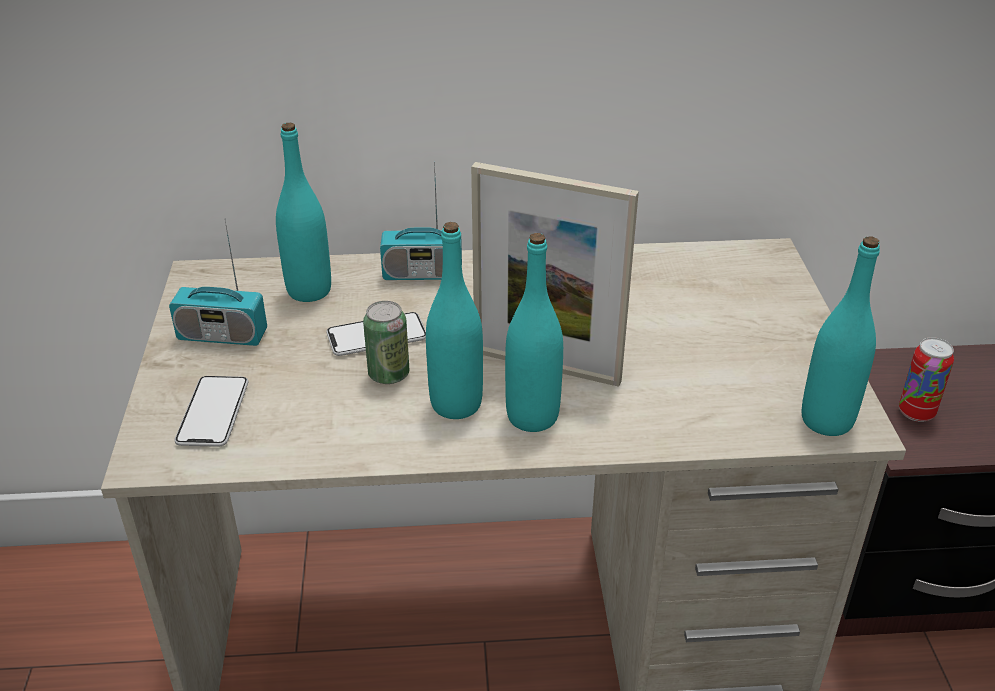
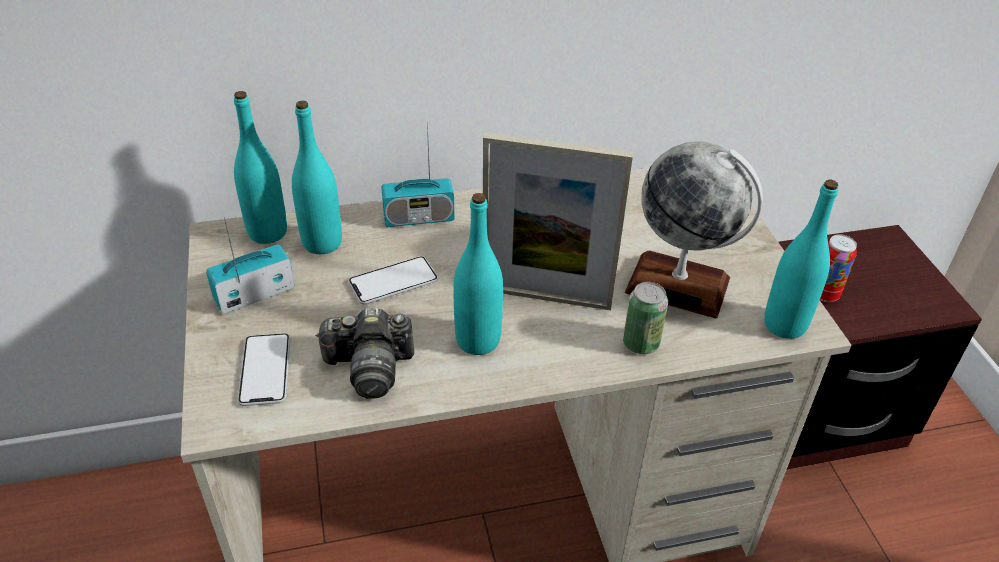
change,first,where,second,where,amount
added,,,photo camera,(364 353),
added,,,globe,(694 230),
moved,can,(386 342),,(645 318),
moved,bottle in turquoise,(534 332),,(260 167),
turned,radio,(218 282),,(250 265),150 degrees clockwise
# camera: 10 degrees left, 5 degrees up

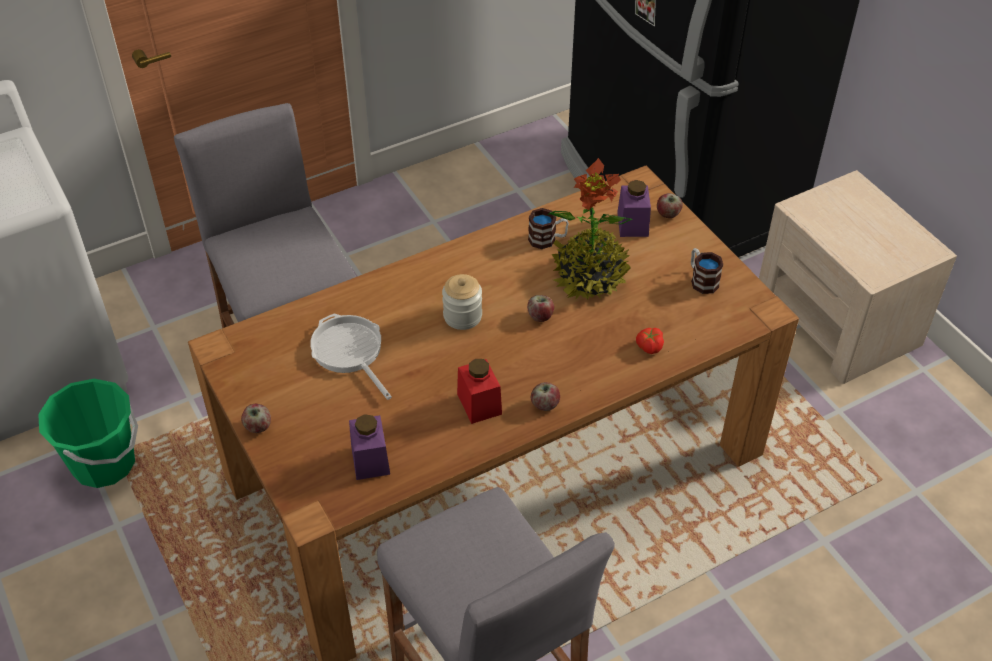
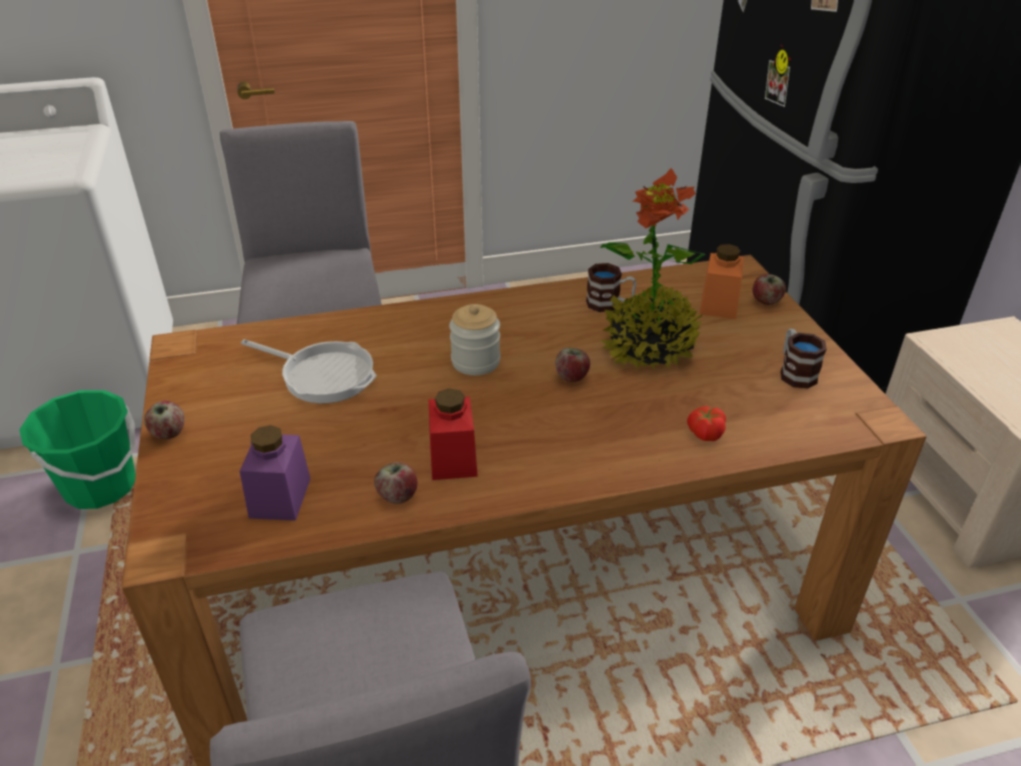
change,first,where,second,where,amount
moved,apple,(545 396),,(395 483),
recoloured,jar in purple,(634 208),jar in orange,(722 281),
turned,frying pan,(351 357),,(309 371),135 degrees clockwise
# camera: 15 degrees right, 10 degrees down

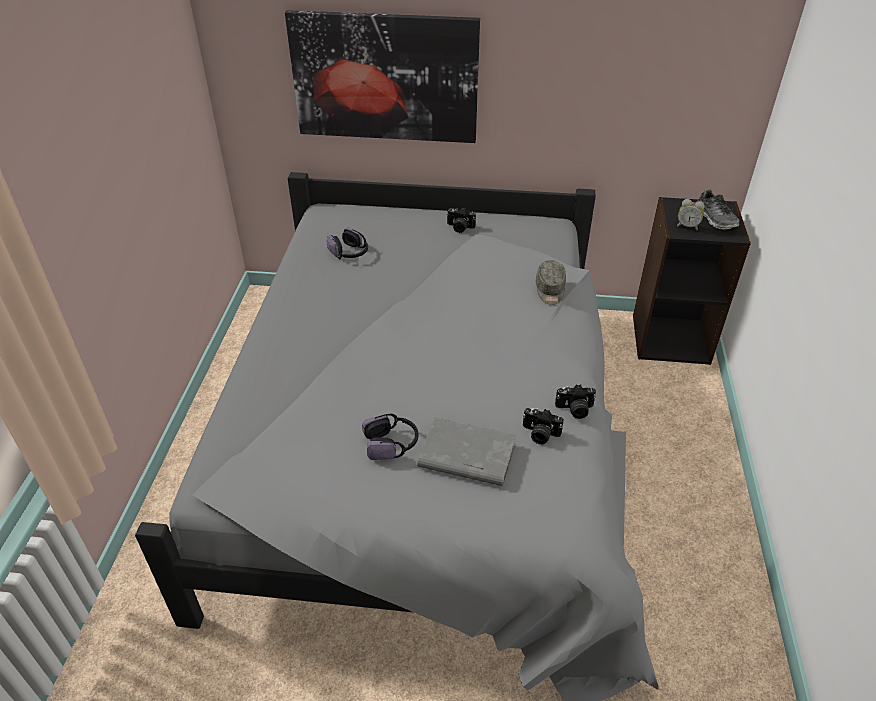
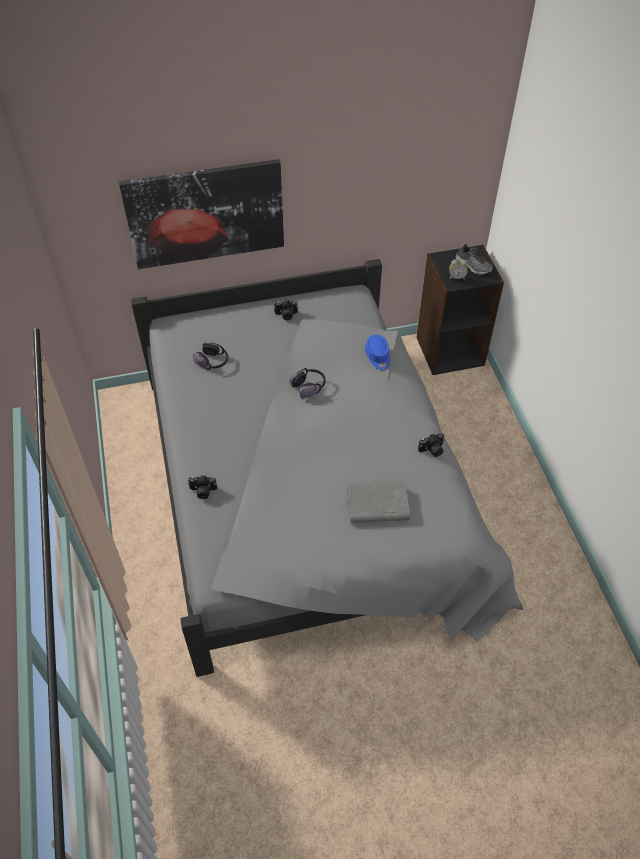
change,first,where,second,where,amount
moved,headphones,(390 436),,(308 383),
moved,photo camera,(543 426),,(202 487),
recoloured,cap in grey,(551 282),cap in blue,(377 352),
# camera: 20 degrees left, 10 degrees up

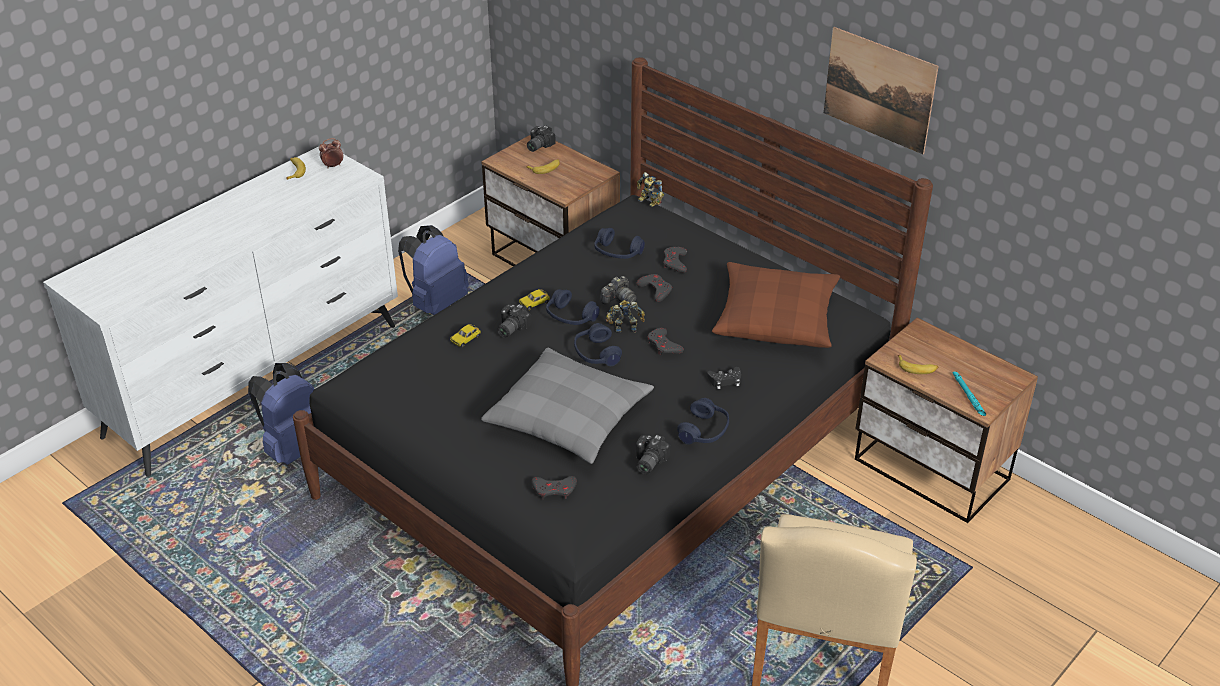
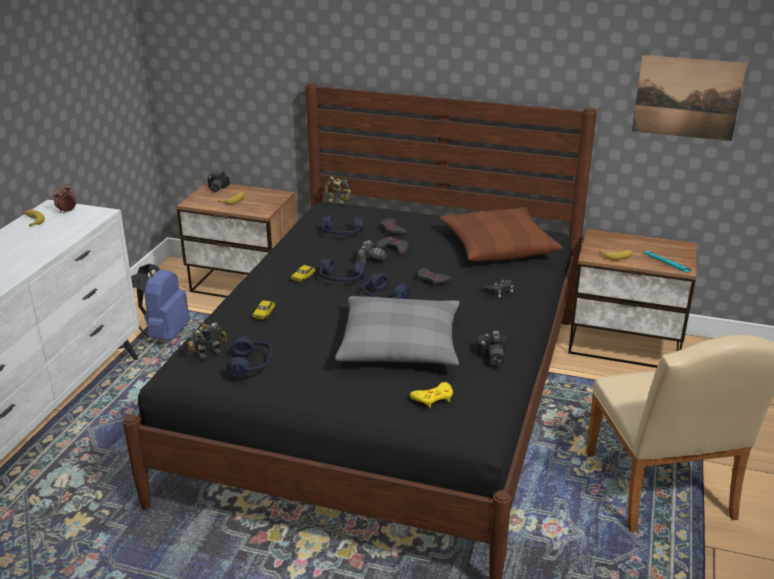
change,first,where,second,where,amount
removed,backpack in blue,(281 414),,,
removed,photo camera,(514 321),,,
moved,toy robot,(625 316),,(207 341),
moved,headphones in blue,(703 421),,(249 357),
moved,picture,(881 90),,(689 98),
recoloured,game controller in grey,(554 488),game controller in yellow,(431 395),
# camera: 25 degrees left, 10 degrees down

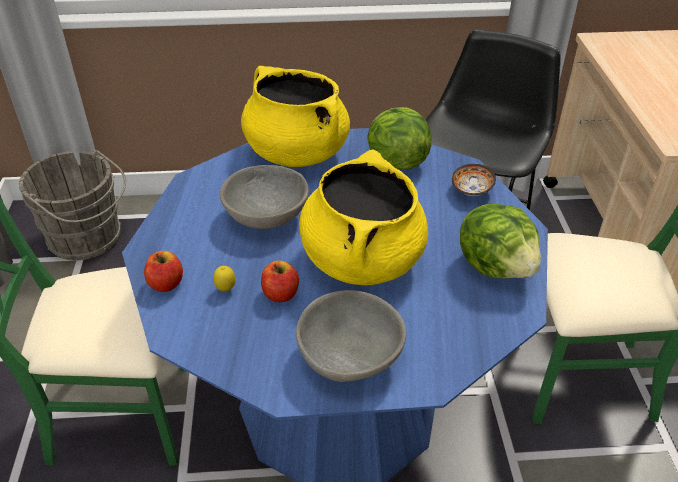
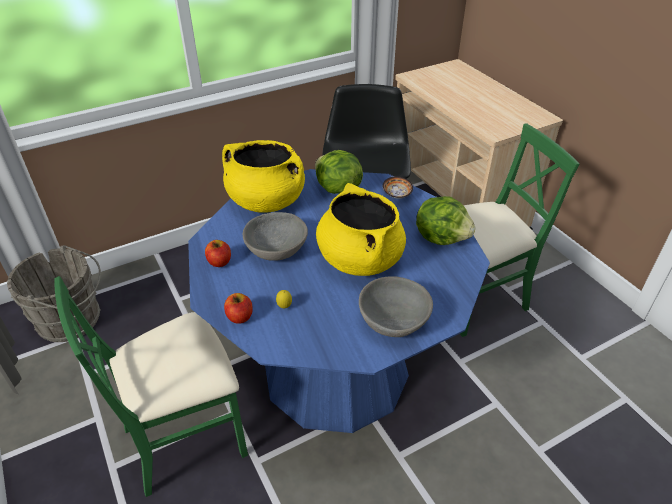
change,first,where,second,where,amount
moved,apple,(280 281),,(218 253),
# camera: 25 degrees left, 0 degrees up

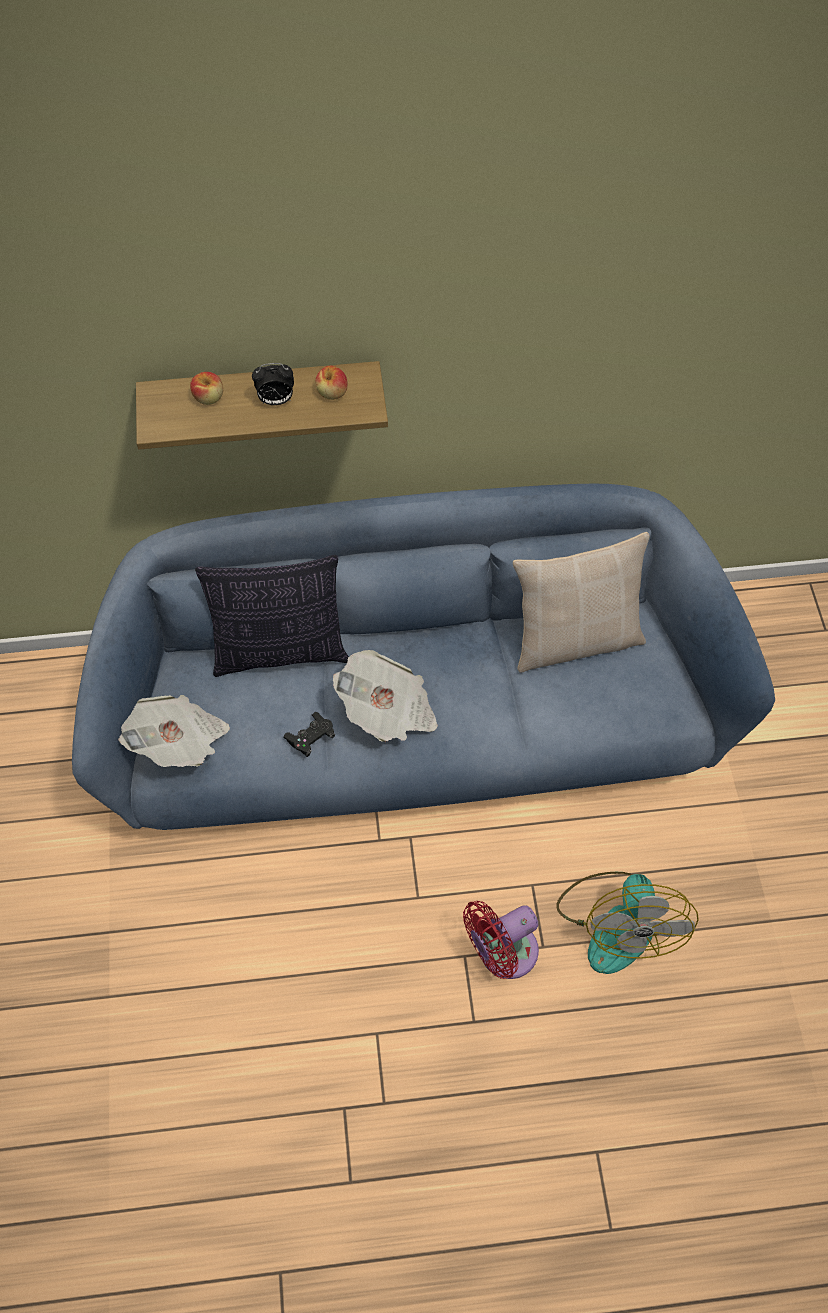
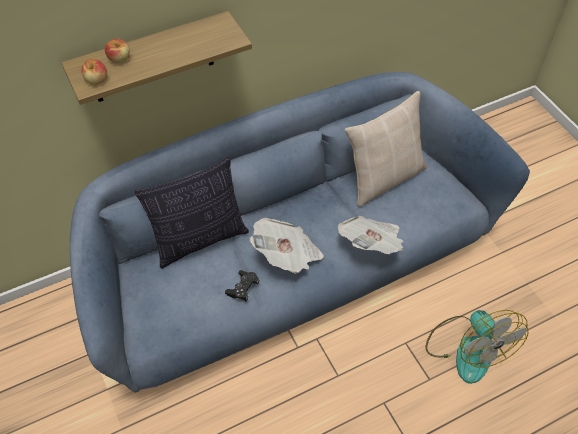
change,first,where,second,where,amount
removed,alarm clock,(273 384),,,
removed,fan in red,(501 940),,,
moved,newspaper,(174 731),,(370 235),
moved,apple,(331 382),,(94 72),
# camera: 20 degrees left, 5 degrees down

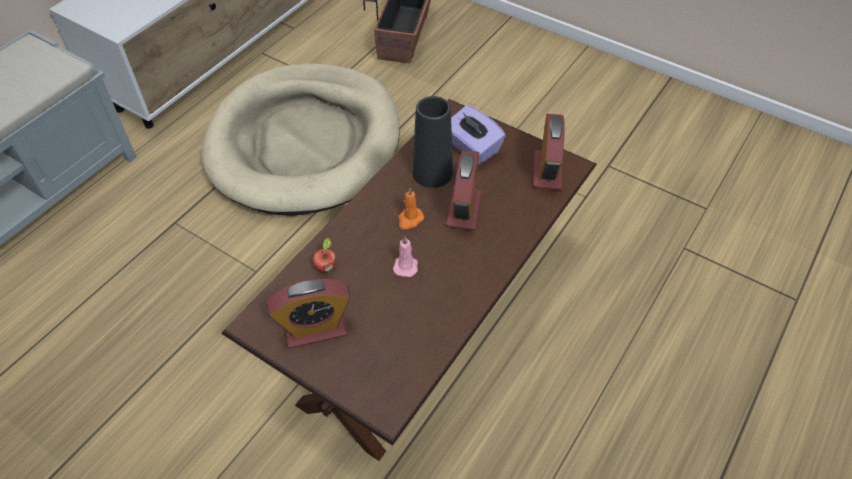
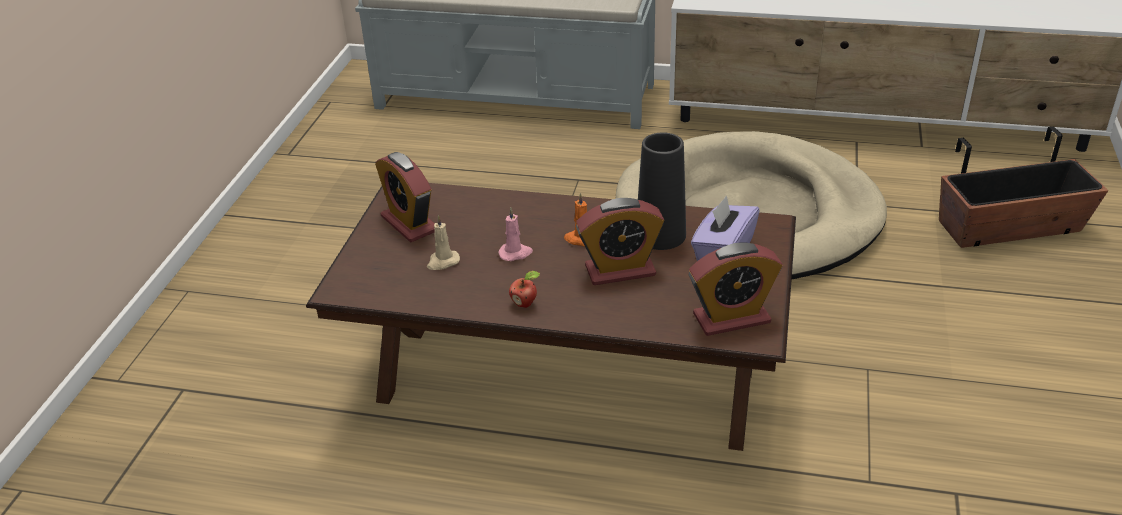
change,first,where,second,where,amount
added,,,candle in beige,(443 242),
moved,apple,(324 255),,(524 289),
# camera: 70 degrees right, 15 degrees down

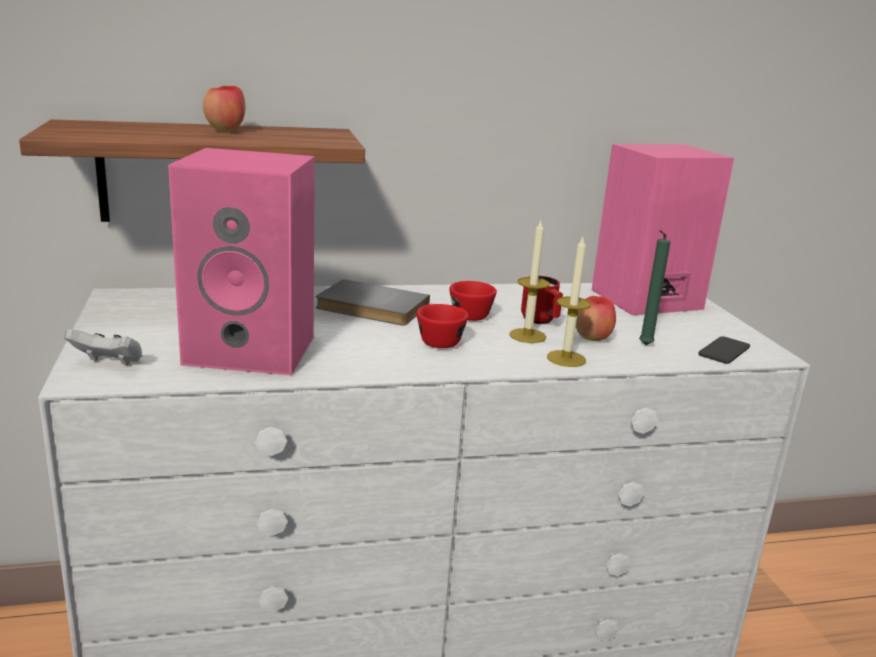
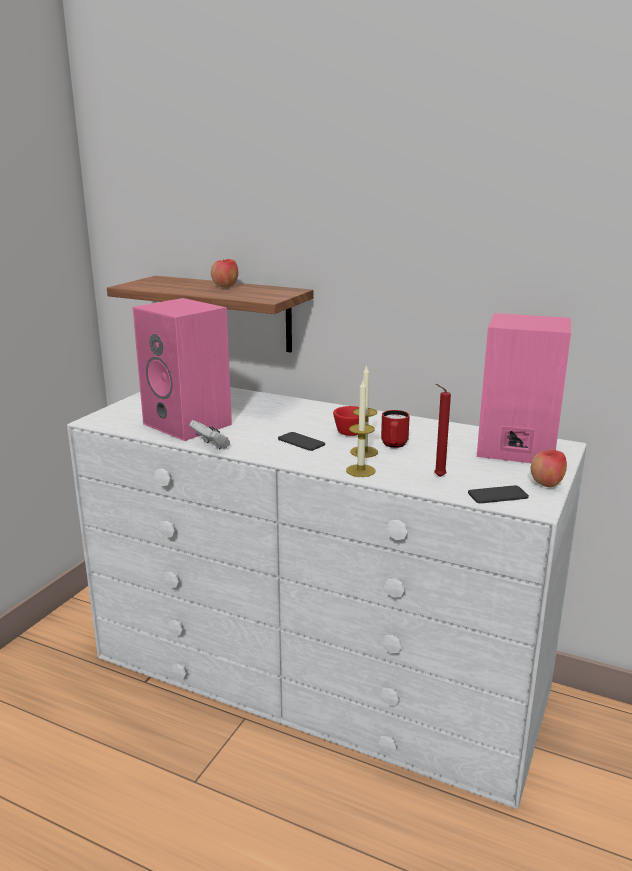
change,first,where,second,where,amount
removed,book in grey,(373 302),,,
moved,game controller in white,(104 346),,(210 434),
moved,apple,(596 318),,(549 468),
replaced,cup in red,(442 326),phone,(301 441),
recoloured,candle in green,(654 287),candle in red,(442 430),
# camera: 40 degrees right, 0 degrees up

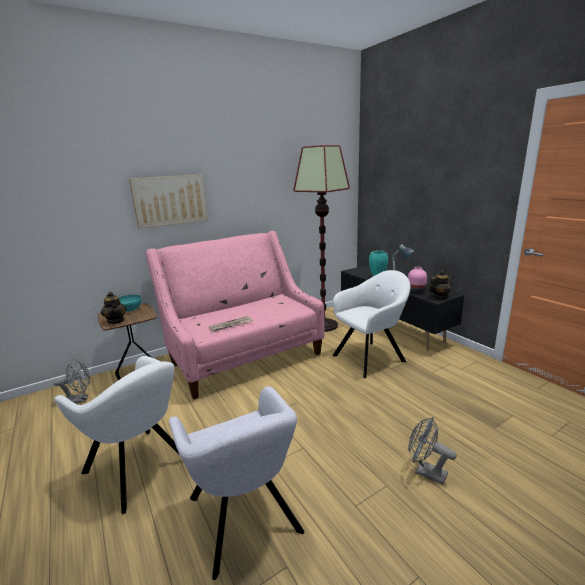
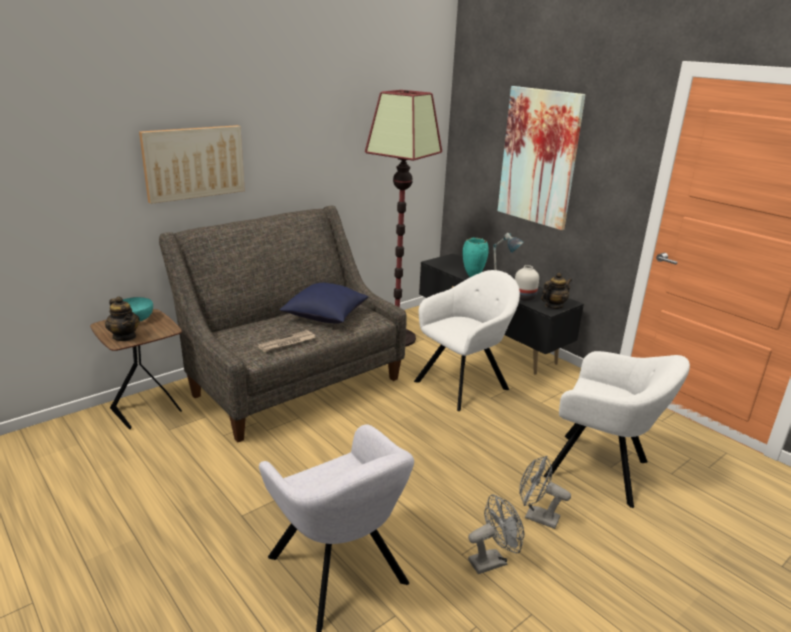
change,first,where,second,where,amount
added,,,pillow in blue,(324 303),
added,,,picture,(541 158),
moved,fan in grey,(71 381),,(496 534),
moved,armchair in white,(116 435),,(617 429),
recoloured,sofa in pink,(235 315),sofa in grey,(282 323),
recoloured,vase in pink,(417 280),vase in white,(527 283),
# camera: 10 degrees left, 5 degrees up

